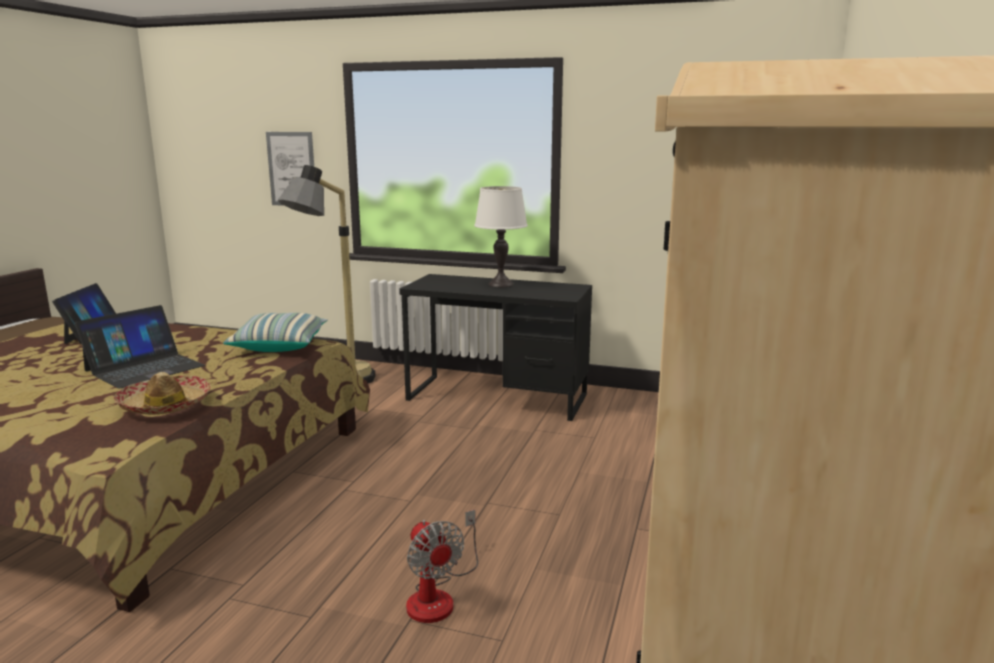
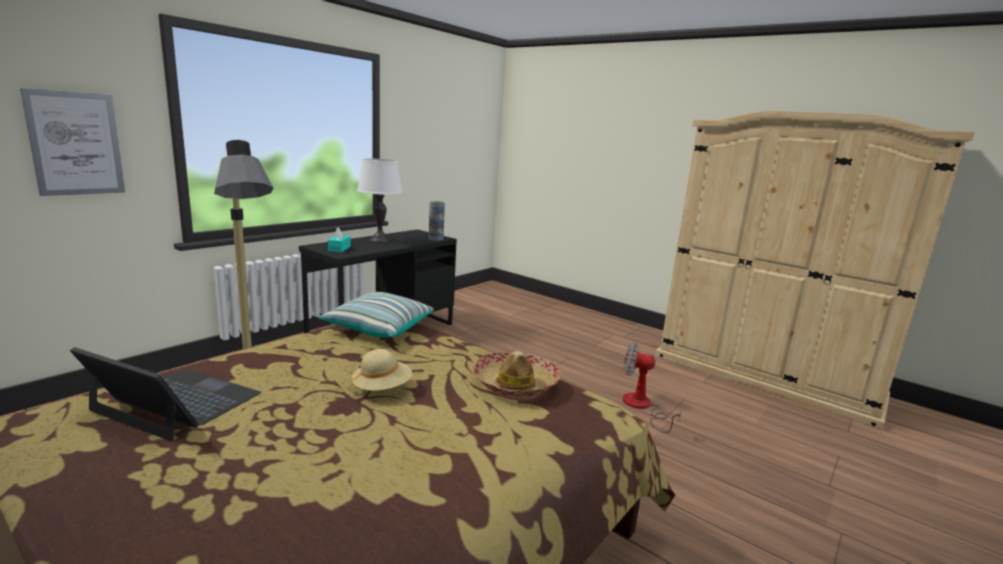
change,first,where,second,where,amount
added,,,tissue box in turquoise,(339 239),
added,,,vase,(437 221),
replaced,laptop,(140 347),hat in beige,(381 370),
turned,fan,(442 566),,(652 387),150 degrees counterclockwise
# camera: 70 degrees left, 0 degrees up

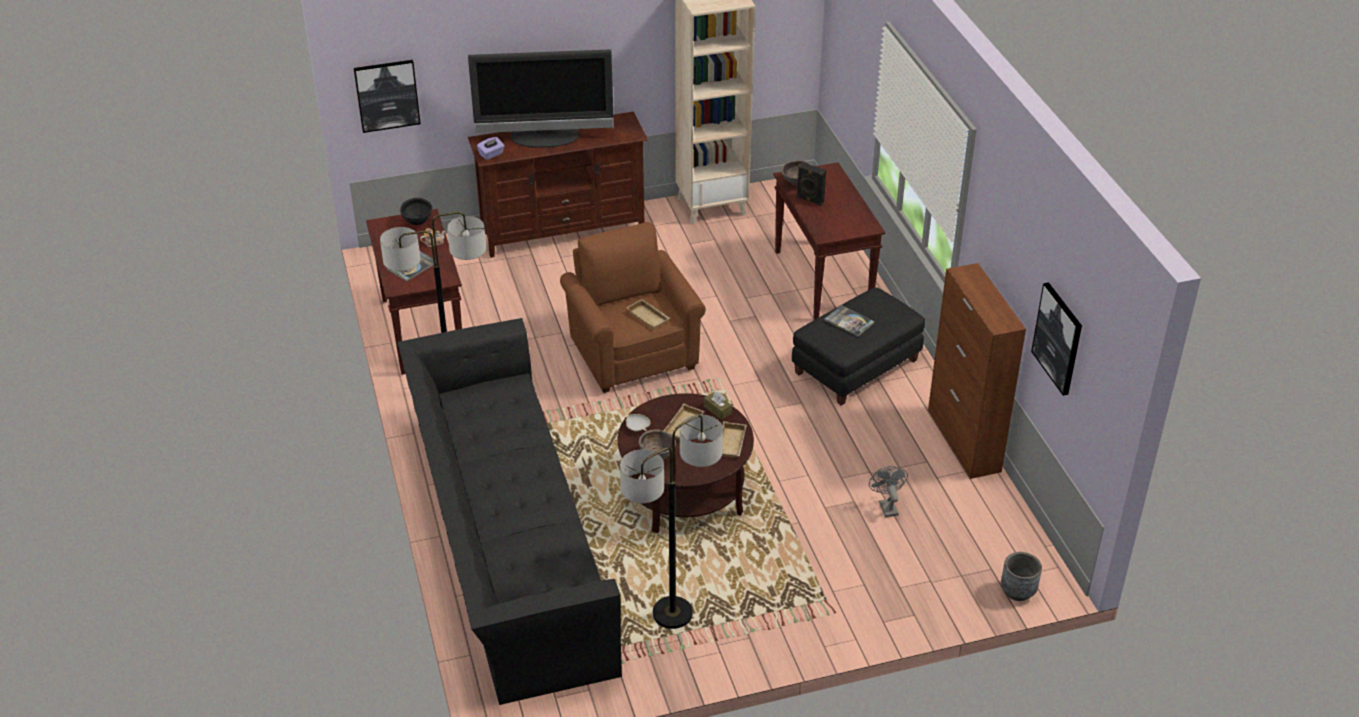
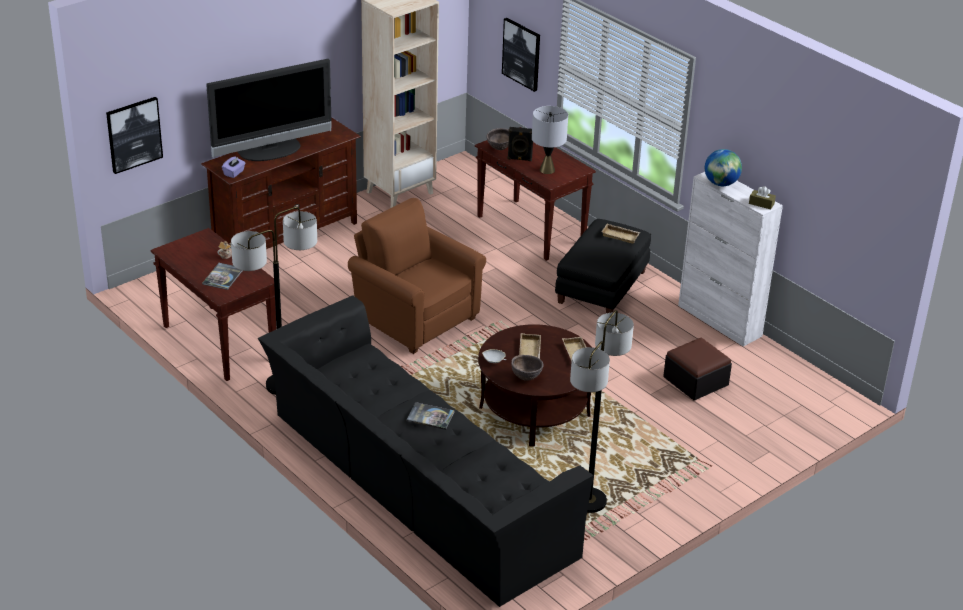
change,first,where,second,where,amount
removed,bowl in black,(416 211),,,
removed,planter in grey,(1021 576),,,
added,,,table lamp in grey,(550 140),
added,,,globe,(723 167),
moved,tray in beige,(648 314),,(620 234),
moved,tissue box in brown,(718 405),,(762 197),
moved,book,(849 321),,(430 416),
moved,picture,(1056 339),,(521 55),
replaced,fan in grey,(888 491),ottoman,(697 369),
recoloured,cabinet in brown,(977 371),cabinet in white,(730 259),
# camera: 25 degrees left, 5 degrees down

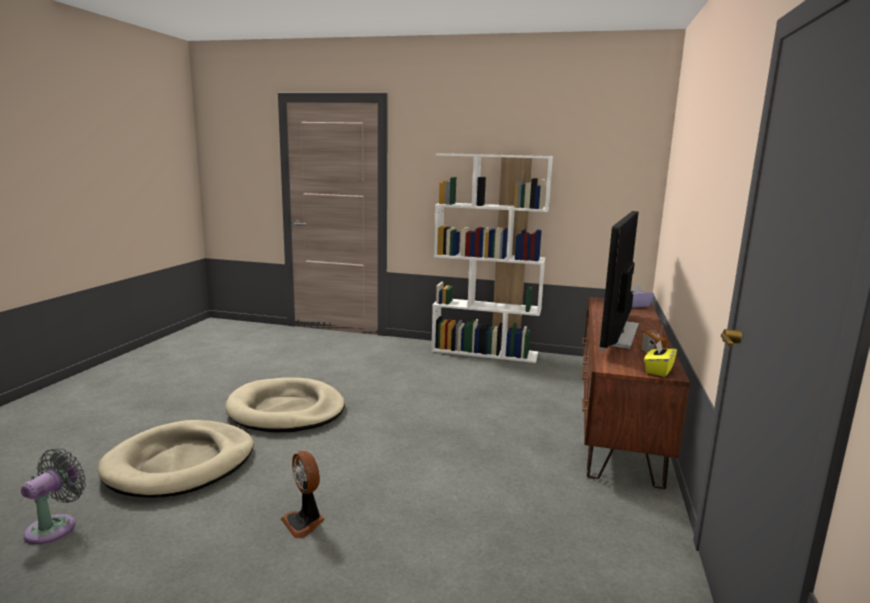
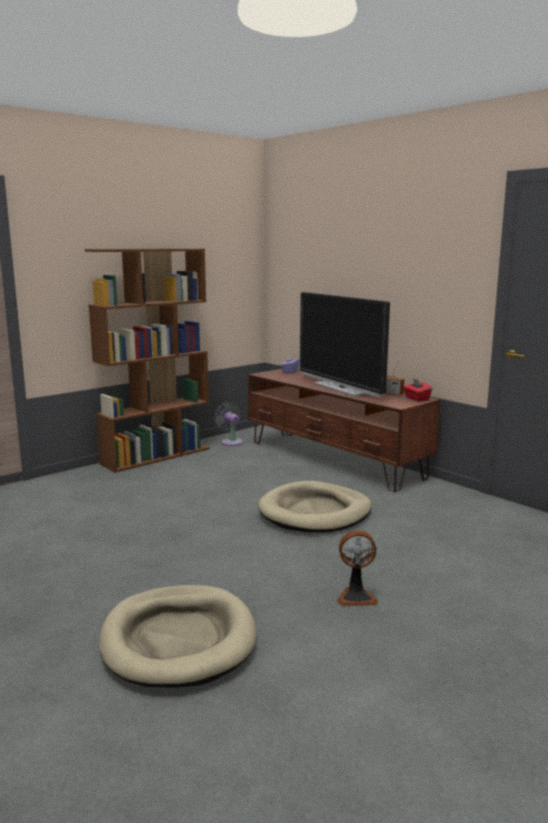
change,first,where,second,where,amount
moved,fan in grey,(53 496),,(228 424),
moved,dog bed in beige,(285 405),,(315 507),
recoloured,bookcase in white,(492 258),bookcase in brown,(147 361),
recoloured,tissue box in yellow,(660 358),tissue box in red,(417 390),
# camera: 55 degrees left, 0 degrees up

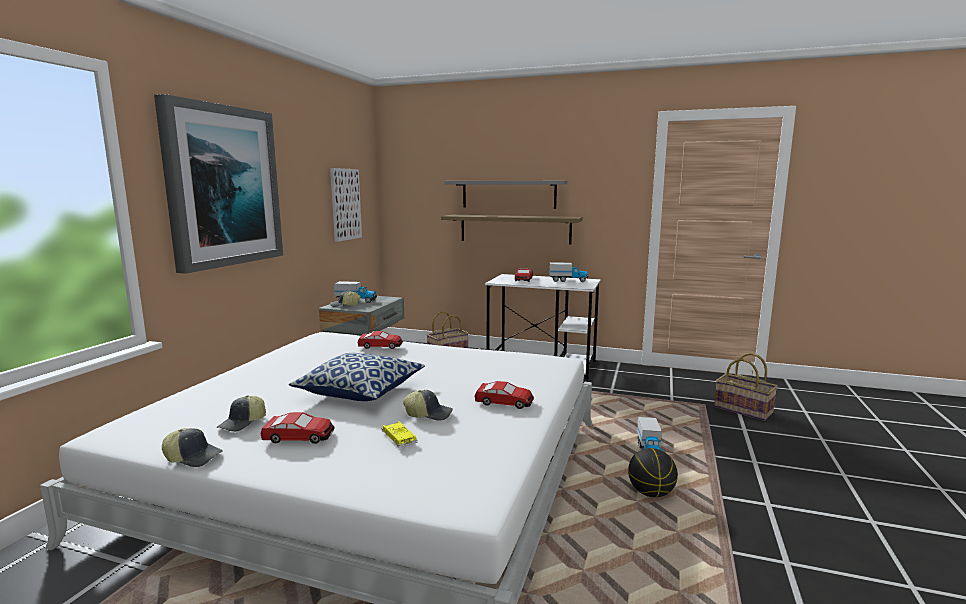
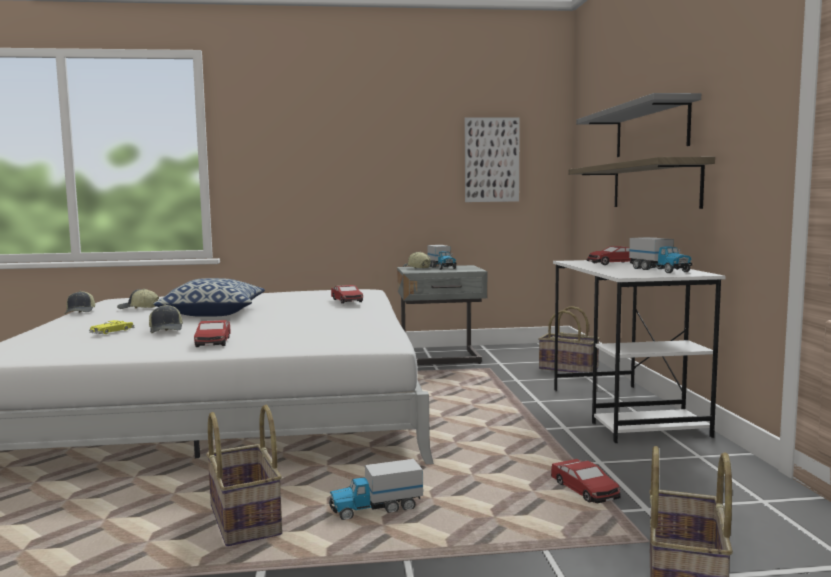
change,first,where,second,where,amount
removed,picture,(218 184),,,
moved,toy car,(297 428),,(585 481),
replaced,basketball,(653 472),basket,(244 475),
# camera: 65 degrees right, 5 degrees down

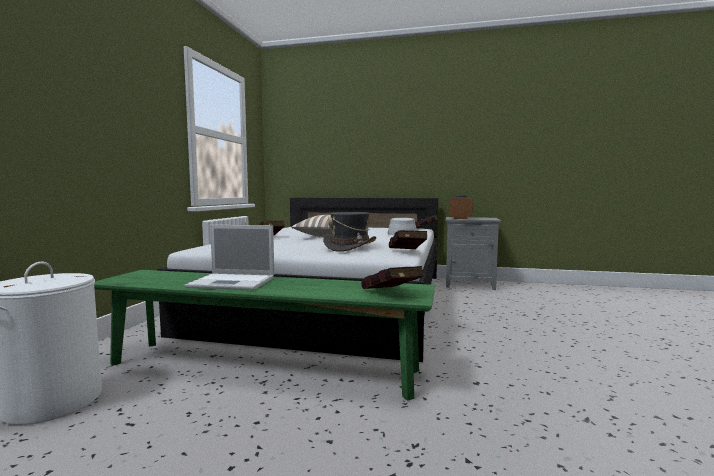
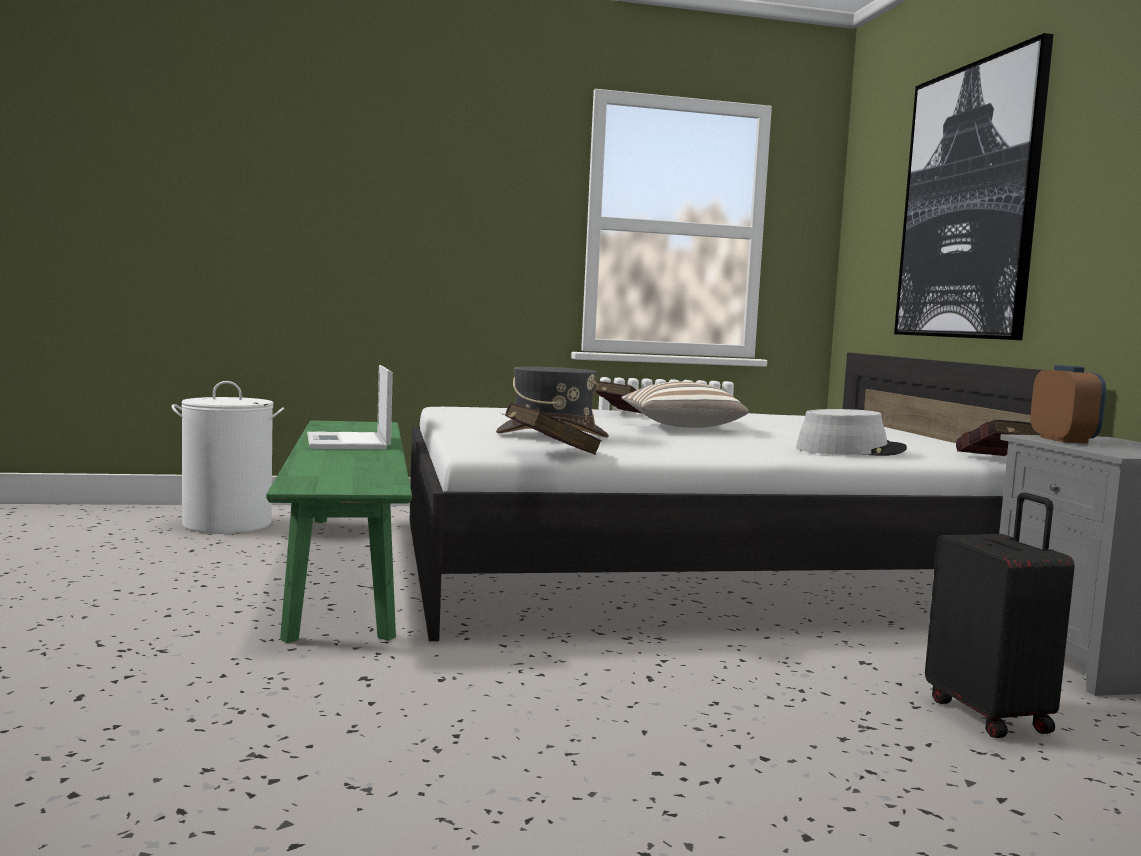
change,first,where,second,where,amount
removed,book in red,(392 277),,,
added,,,picture,(974 186),
added,,,suitcase in black,(1000 615),
# camera: 65 degrees right, 0 degrees up

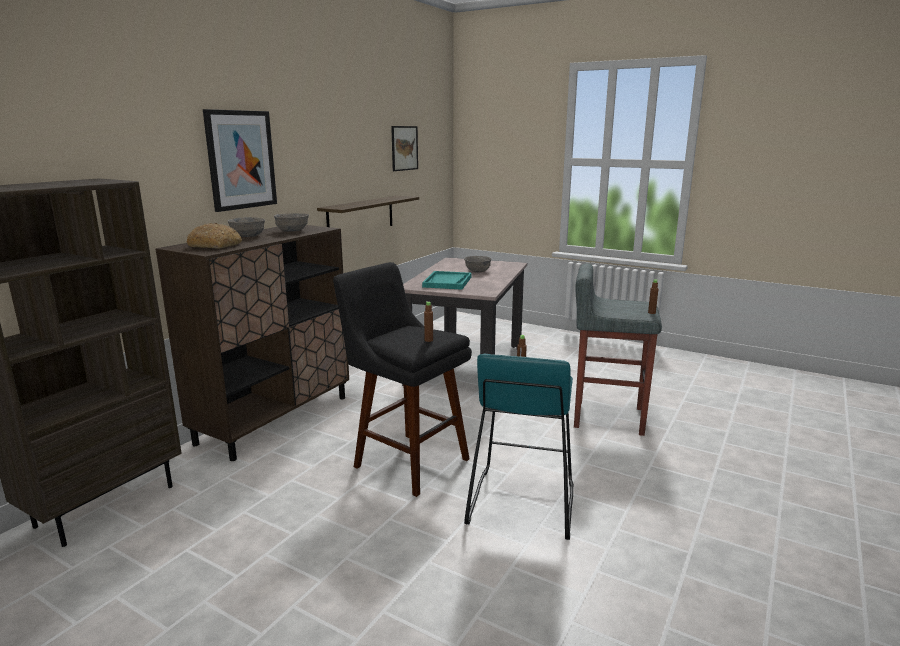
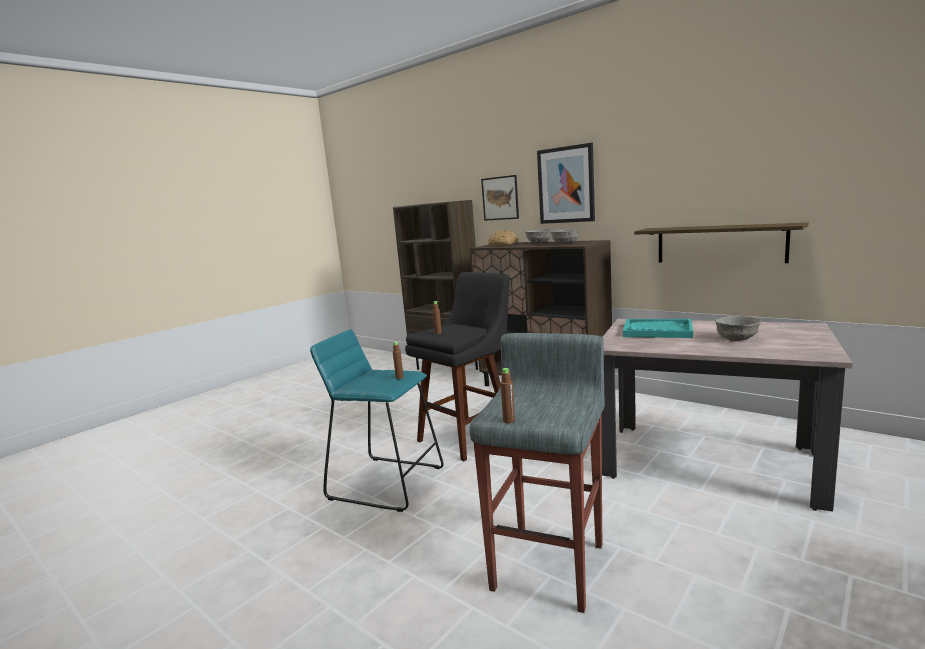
change,first,where,second,where,amount
moved,picture,(404 148),,(500 198),
# camera: 100 degrees right, 5 degrees down

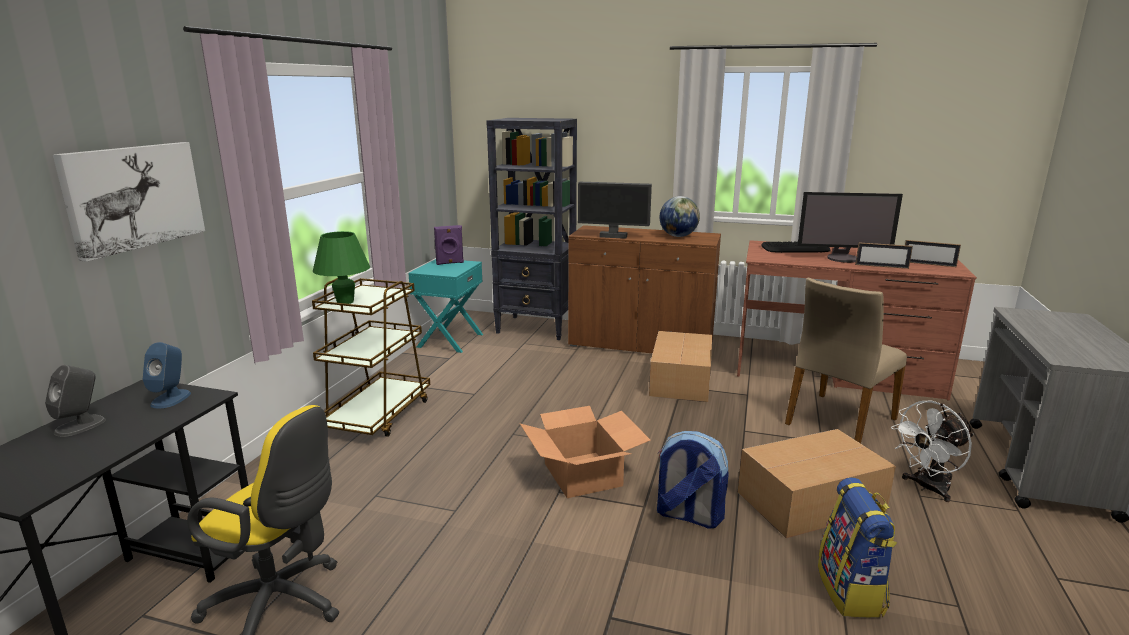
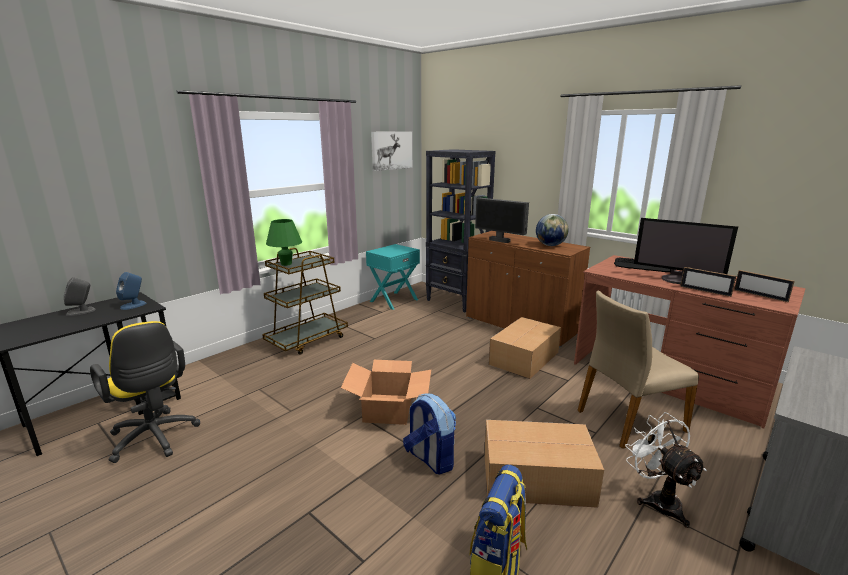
change,first,where,second,where,amount
removed,speaker in purple,(449 245),,,
moved,picture,(129 202),,(391 151),
turned,fan in white,(932 451),,(666 470),75 degrees clockwise
# camera: 25 degrees right, 0 degrees up

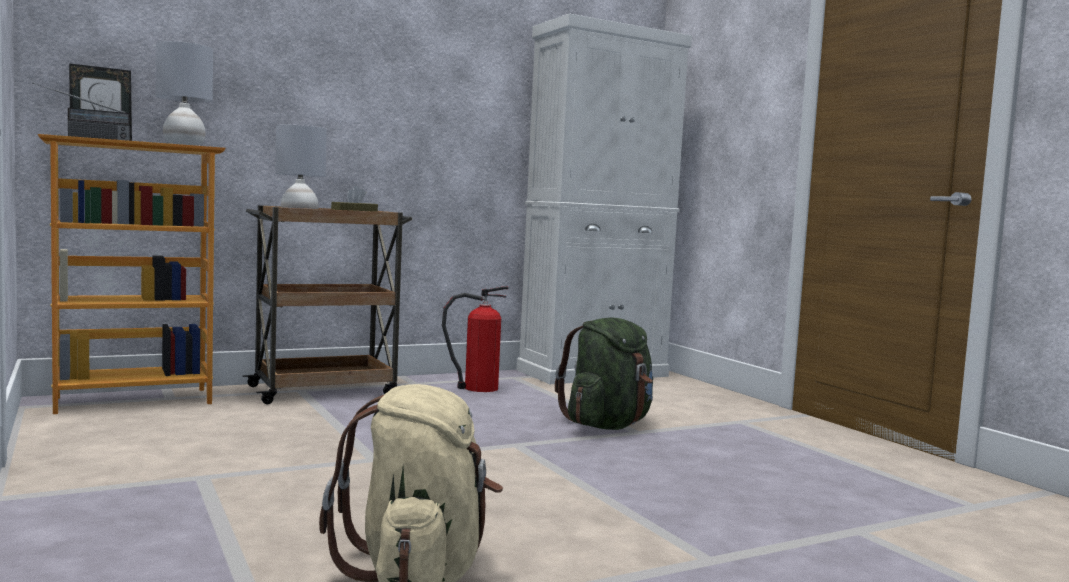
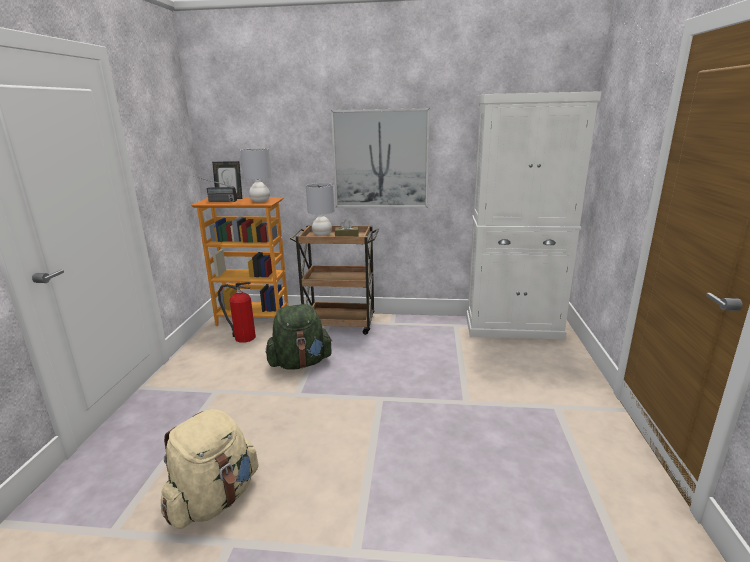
change,first,where,second,where,amount
added,,,picture,(380 158),
moved,fire extinguisher,(475 339),,(237 312),
moved,backpack in green,(604 373),,(299 337),
# camera: 35 degrees right, 15 degrees up

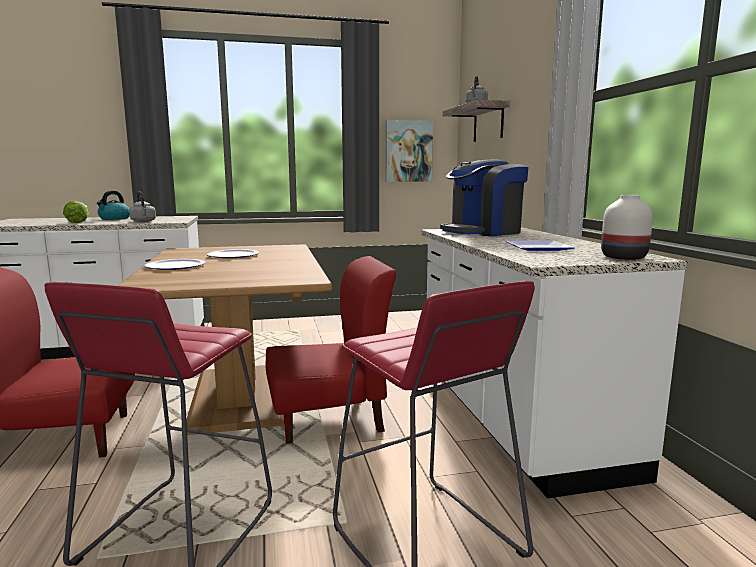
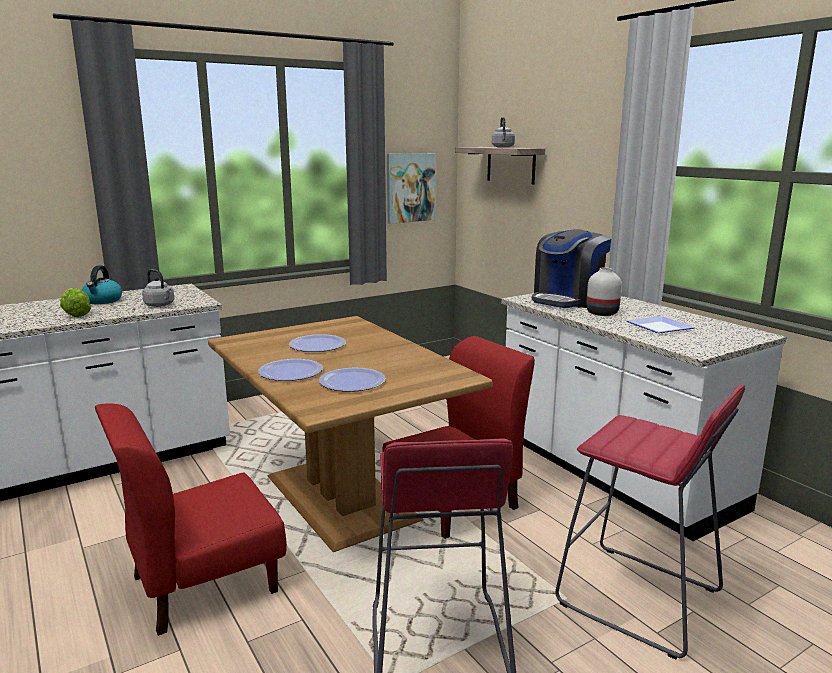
change,first,where,second,where,amount
added,,,plate,(352 380),
moved,vase in white,(627 227),,(604 291),
# camera: 20 degrees left, 5 degrees up

